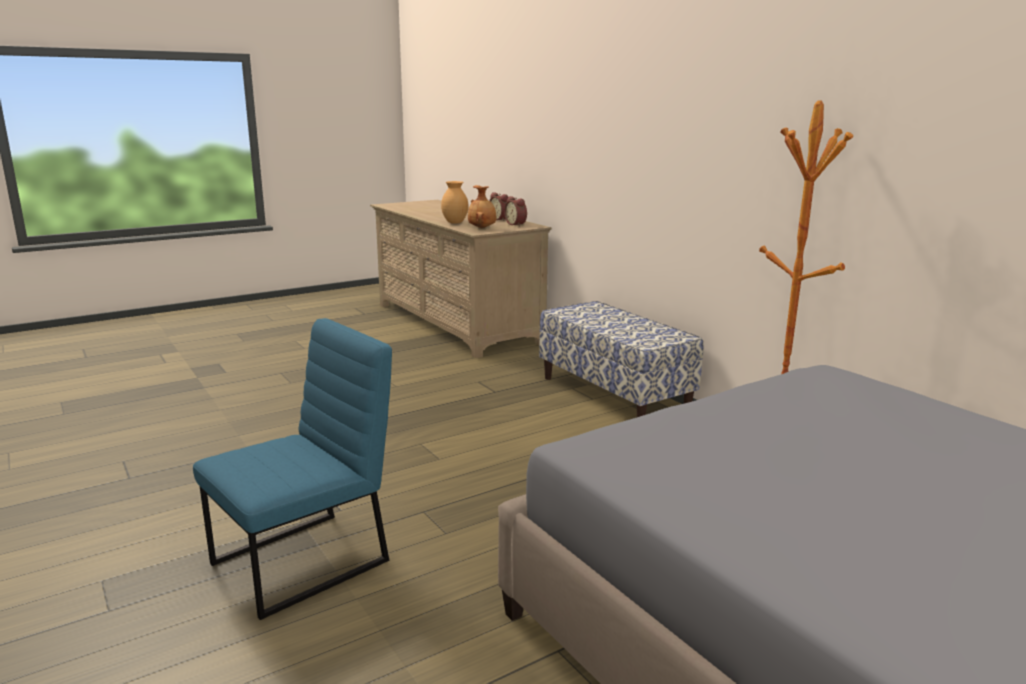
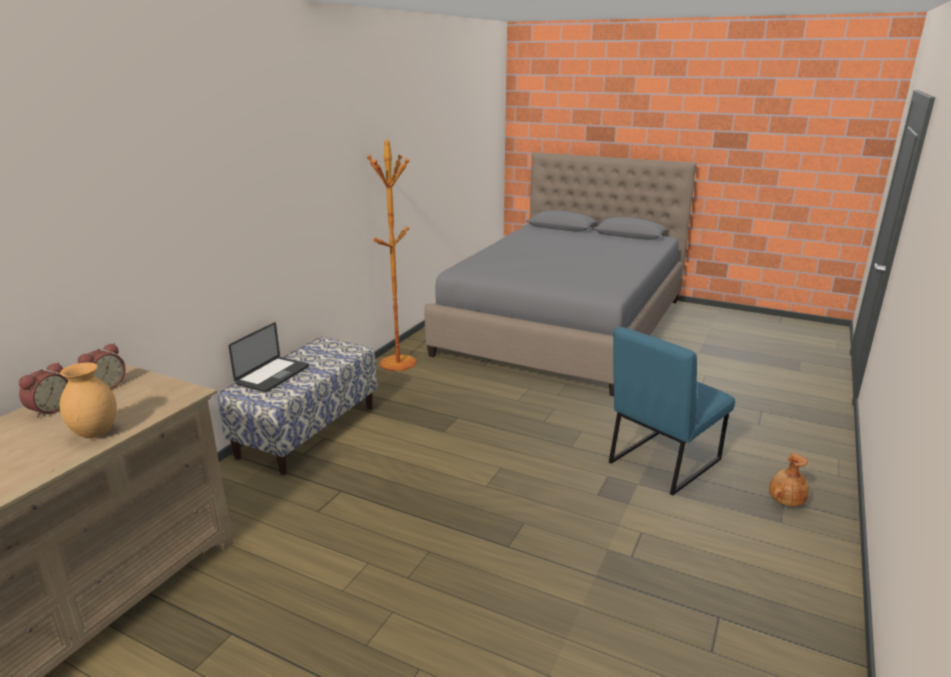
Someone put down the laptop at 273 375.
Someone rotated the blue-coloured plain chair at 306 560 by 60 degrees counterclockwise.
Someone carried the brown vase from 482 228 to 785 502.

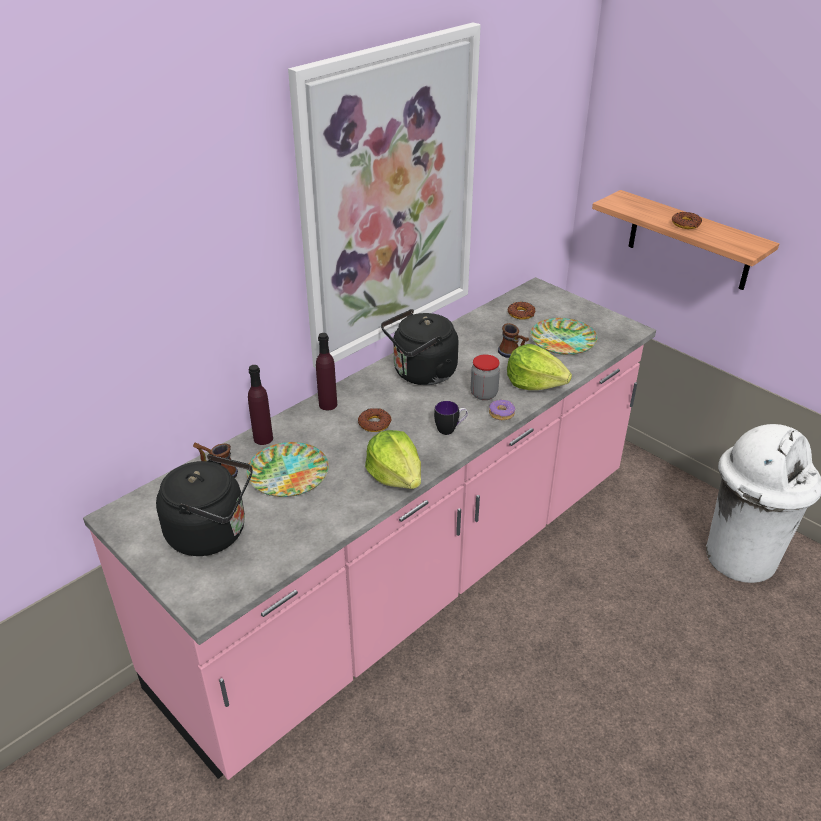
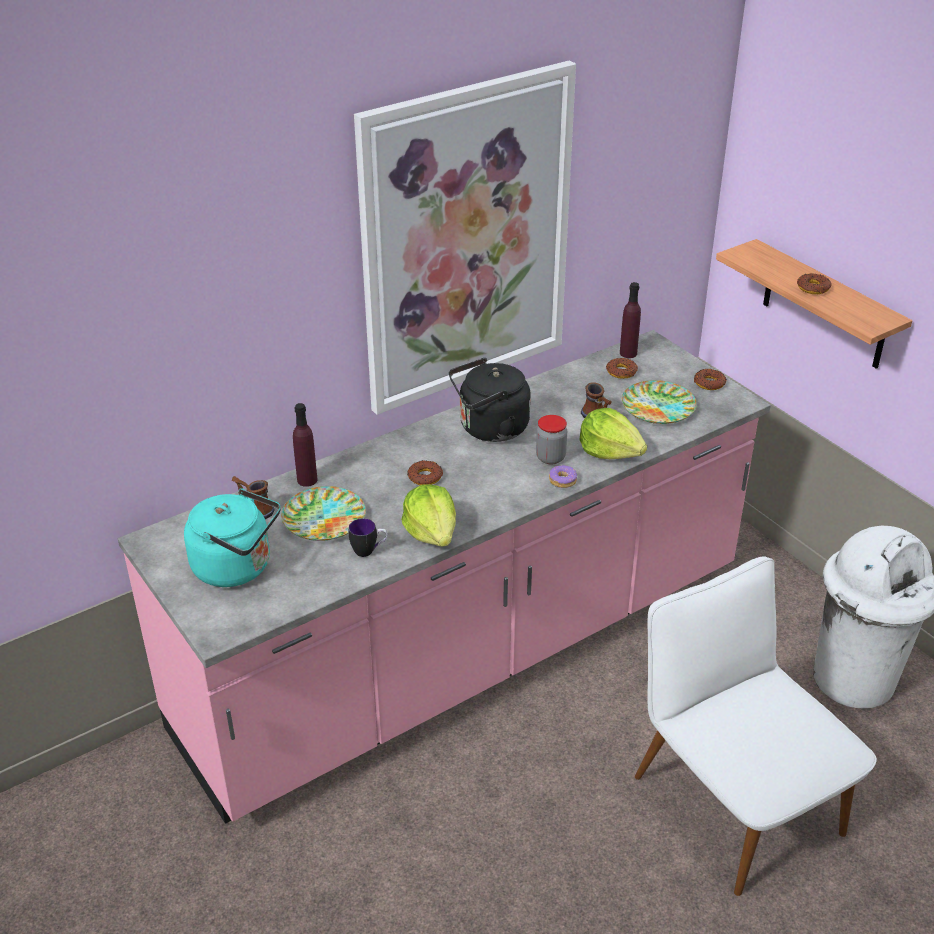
Someone repainted the blackish tea kettle at 212 533, which became the turquoise-coloured tea kettle at 237 567.
Someone carried the tea mug from 450 429 to 369 551.
Someone carried the purplish bottle from 328 404 to 628 353.
Someone put down the whitish plain chair at 737 804.
Someone put down the ring doughnut at 709 383.

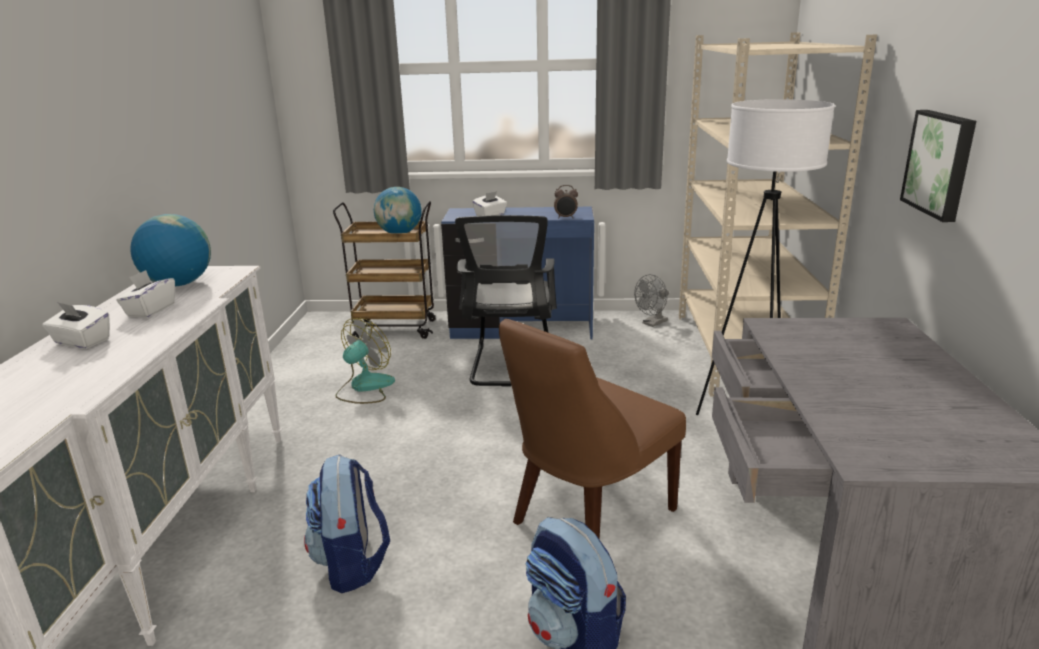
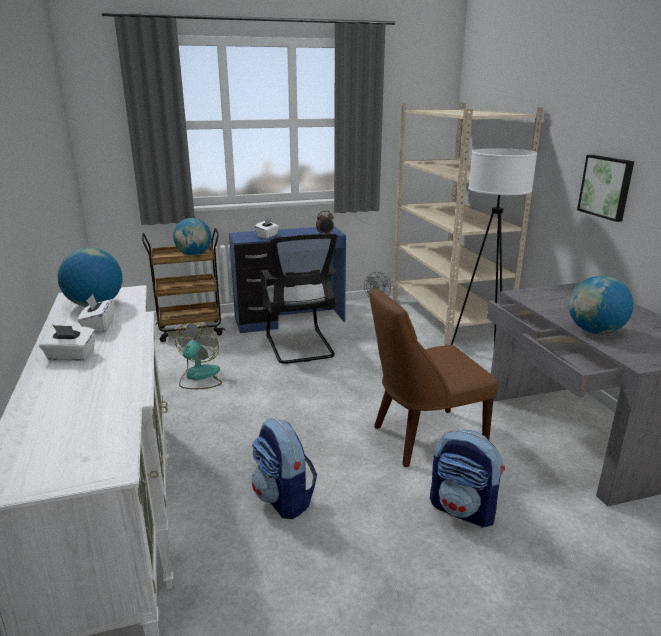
Someone rotated the brown plain chair at 588 519 by 45 degrees clockwise.
Someone put down the desk globe at 595 331.

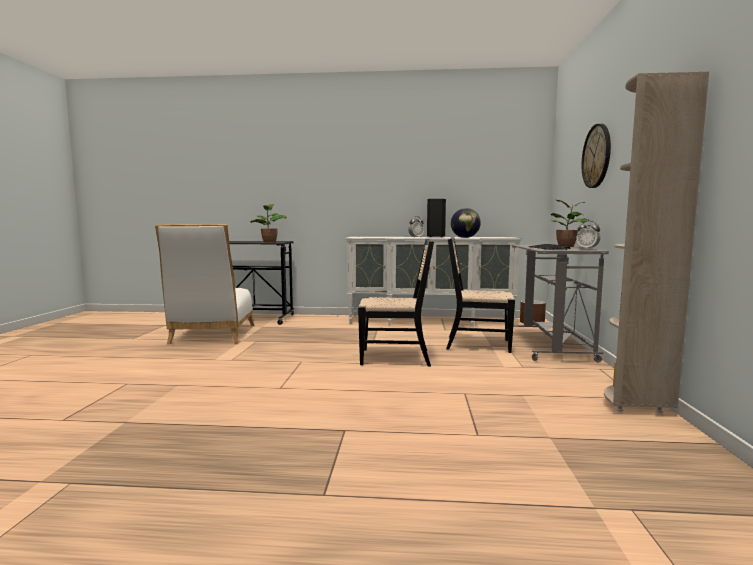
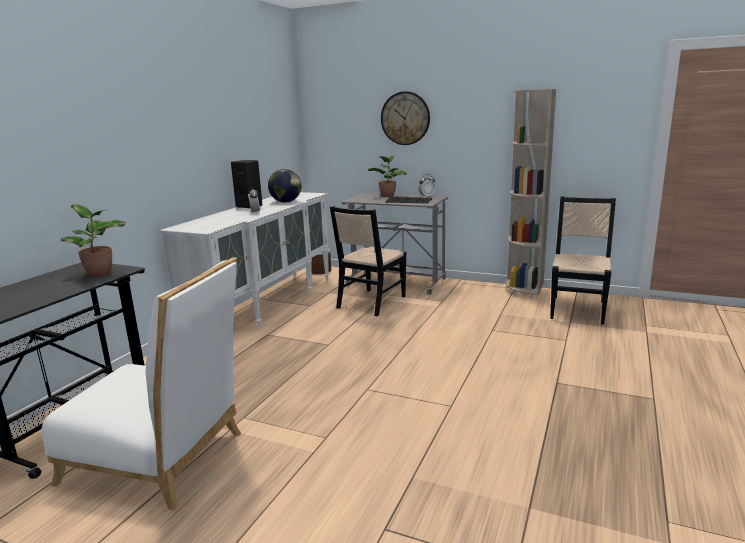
Someone carried the plain chair from 395 357 to 577 310.

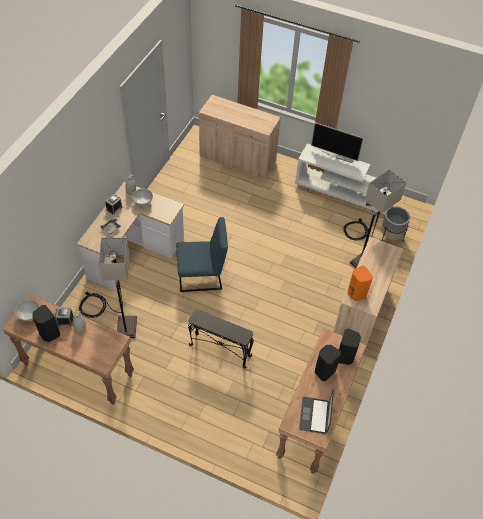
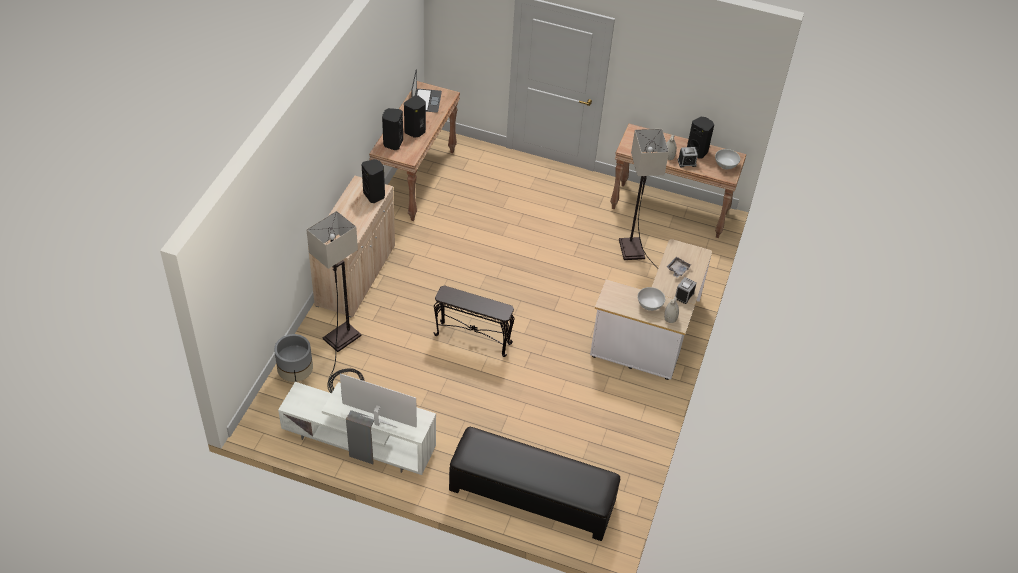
Someone repainted the orangey audio speaker at 356 293, which became the blackish audio speaker at 374 195.
Someone carried the blackish side table from 220 350 to 472 340.
Someone swapped the beige cabinet at 237 159 for the blackish indoor bench at 531 495.
Someone took away the blue-coloured plain chair at 202 276.

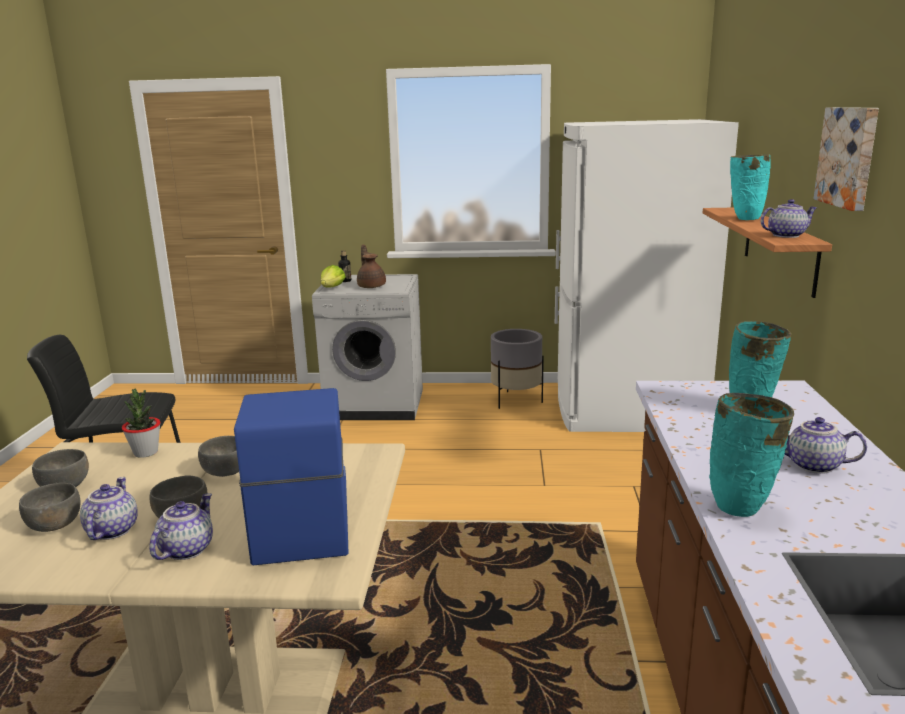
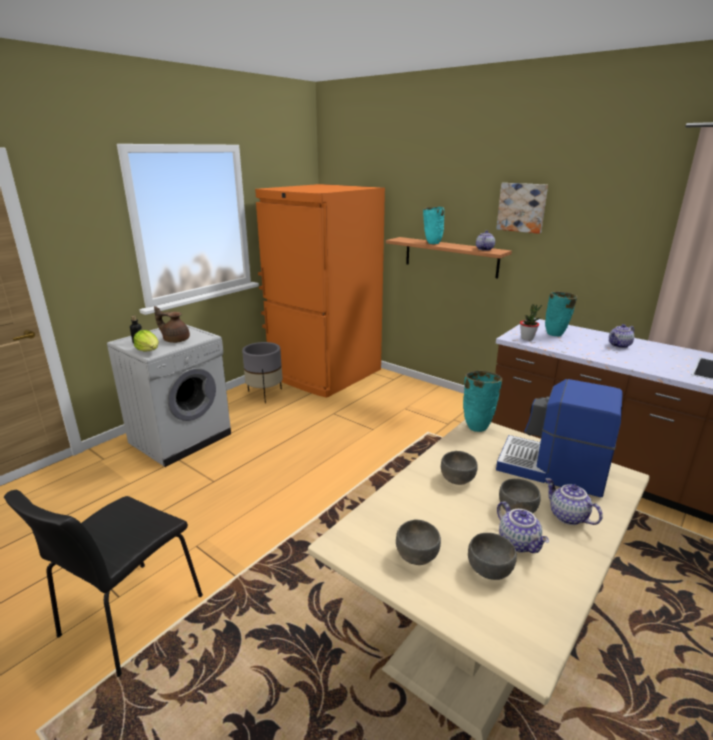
Someone repainted the whitish fridge at 625 406, which became the orangey fridge at 324 373.
Someone carried the turquoise-coloured vase from 742 509 to 478 427.
Someone rotated the tea pot at 111 530 by 150 degrees counterclockwise.
Someone carried the plant in a pot from 146 453 to 527 338.

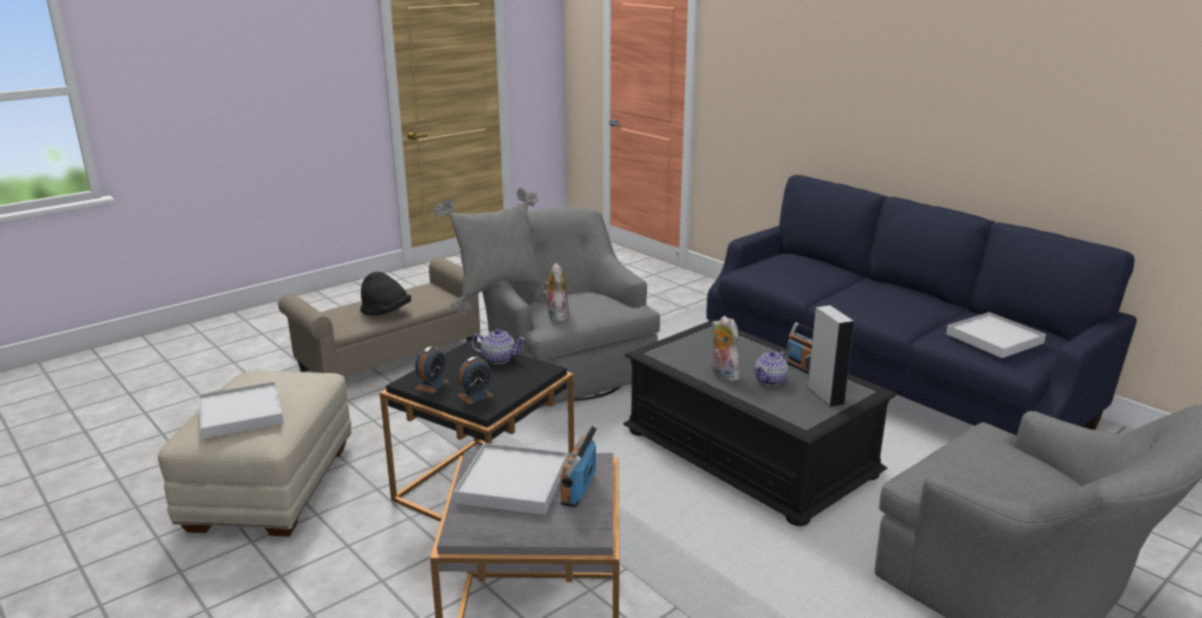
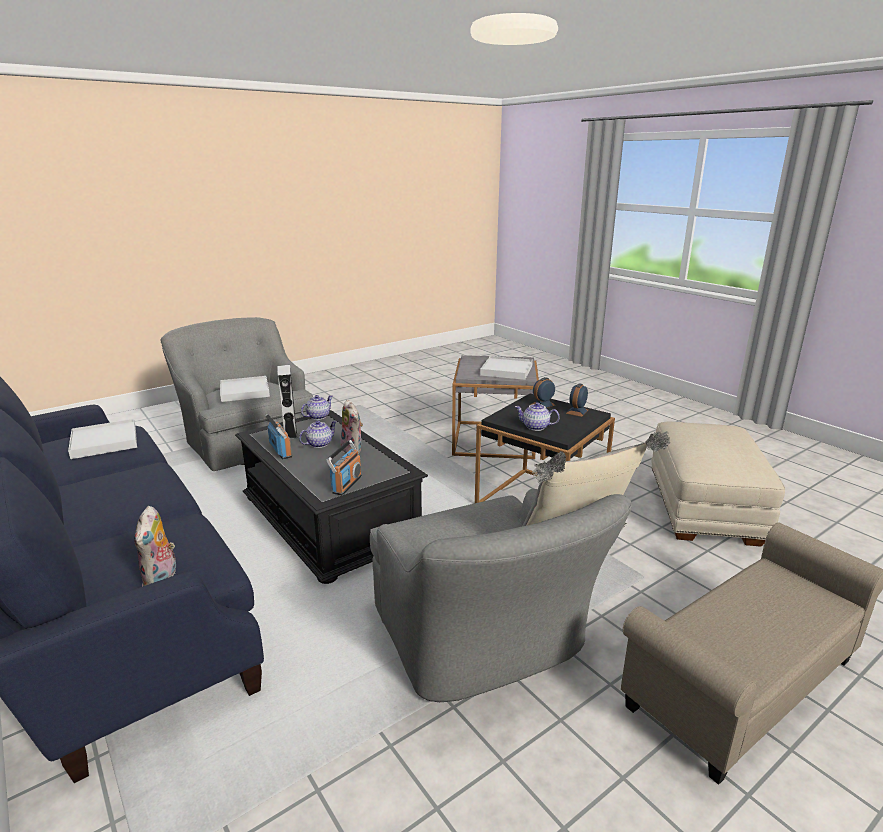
Someone carried the soft toy from 556 316 to 162 579.
Someone carried the whitish serving tray from 241 413 to 244 391.
Someone put down the tea pot at 317 416.
Someone carried the radio set from 578 488 to 346 484.
Someone took away the blackish clothing hat at 386 313.

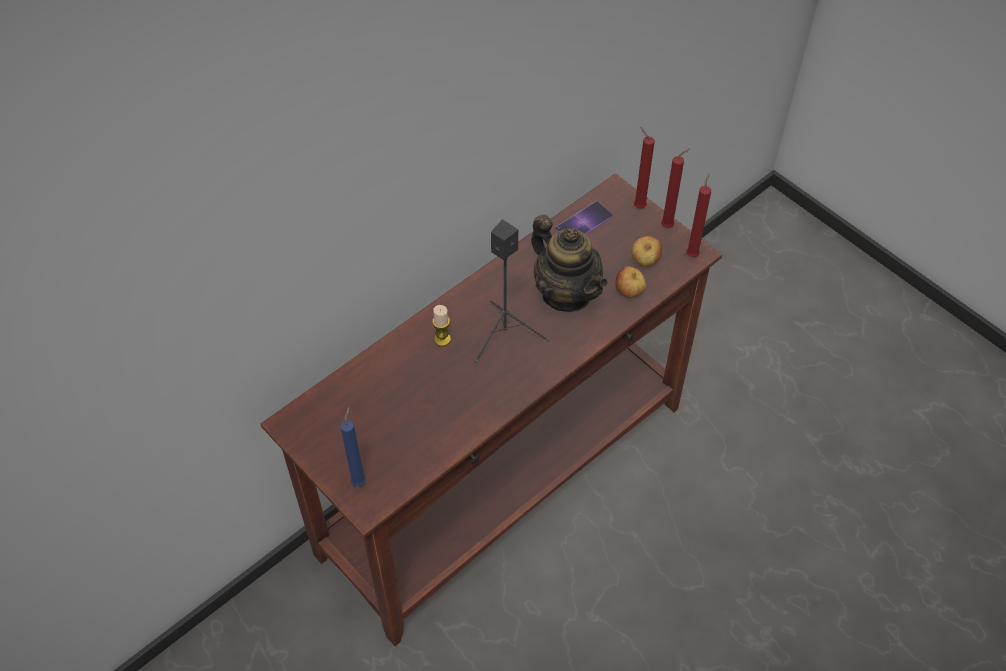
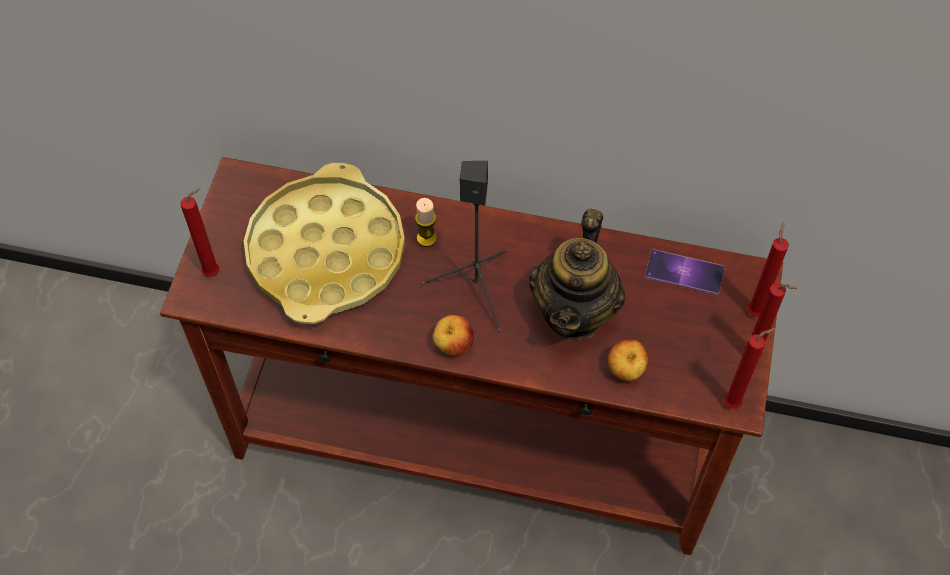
Someone repainted the blue-coloured wax candle at 359 480, which became the red wax candle at 215 272.
Someone put down the yellow-coloured serving tray at 326 252.
Someone carried the apple from 645 262 to 453 345.

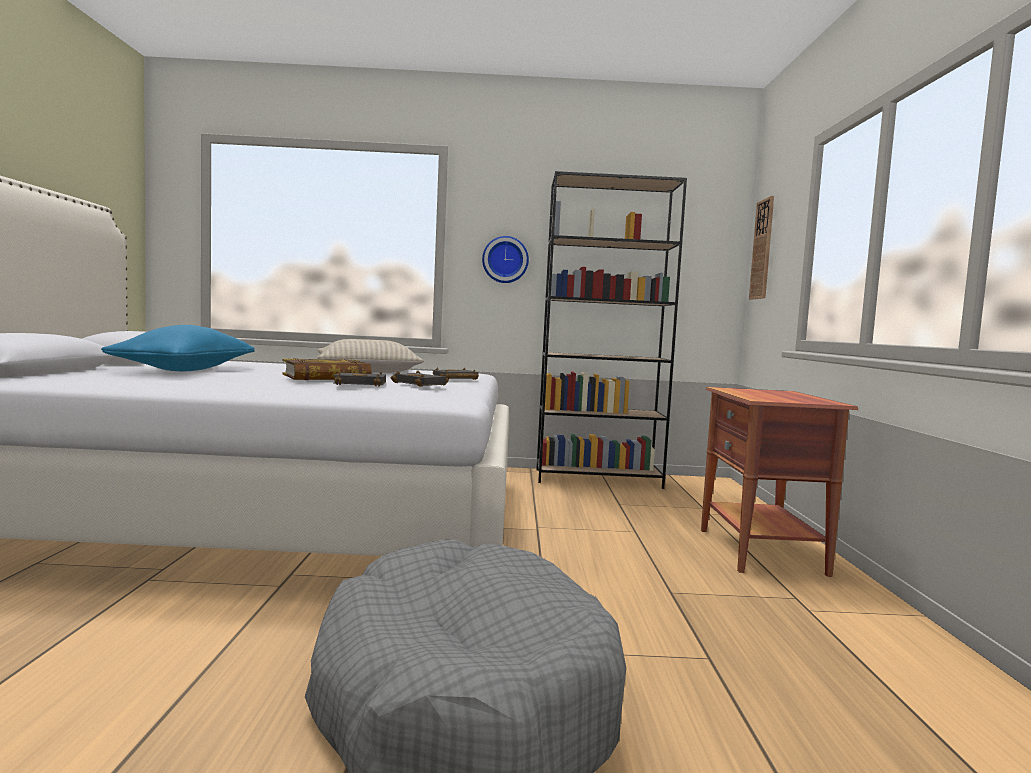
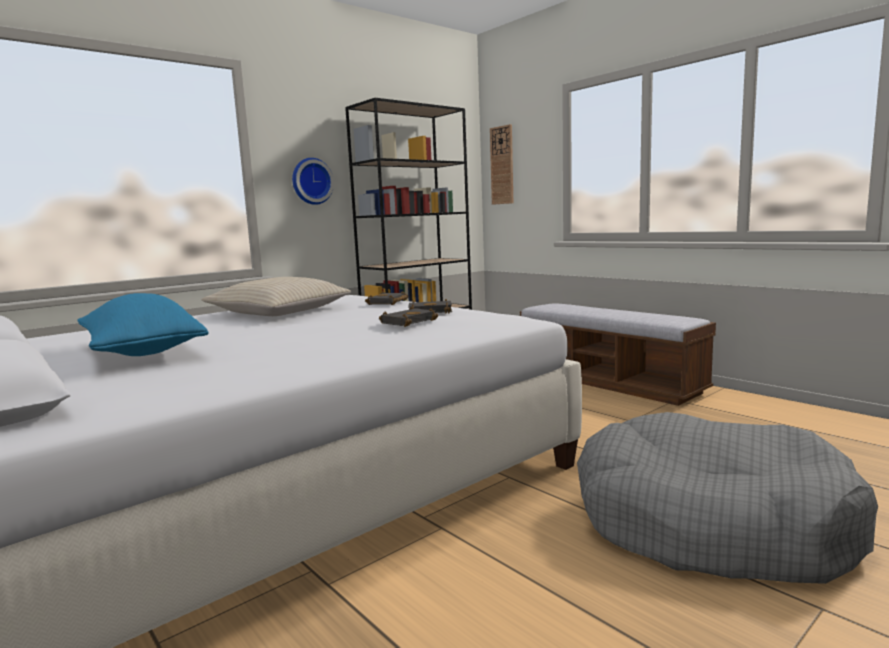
Someone swapped the night table at 762 552 for the indoor bench at 608 382.
Someone took away the volume at 326 377.

